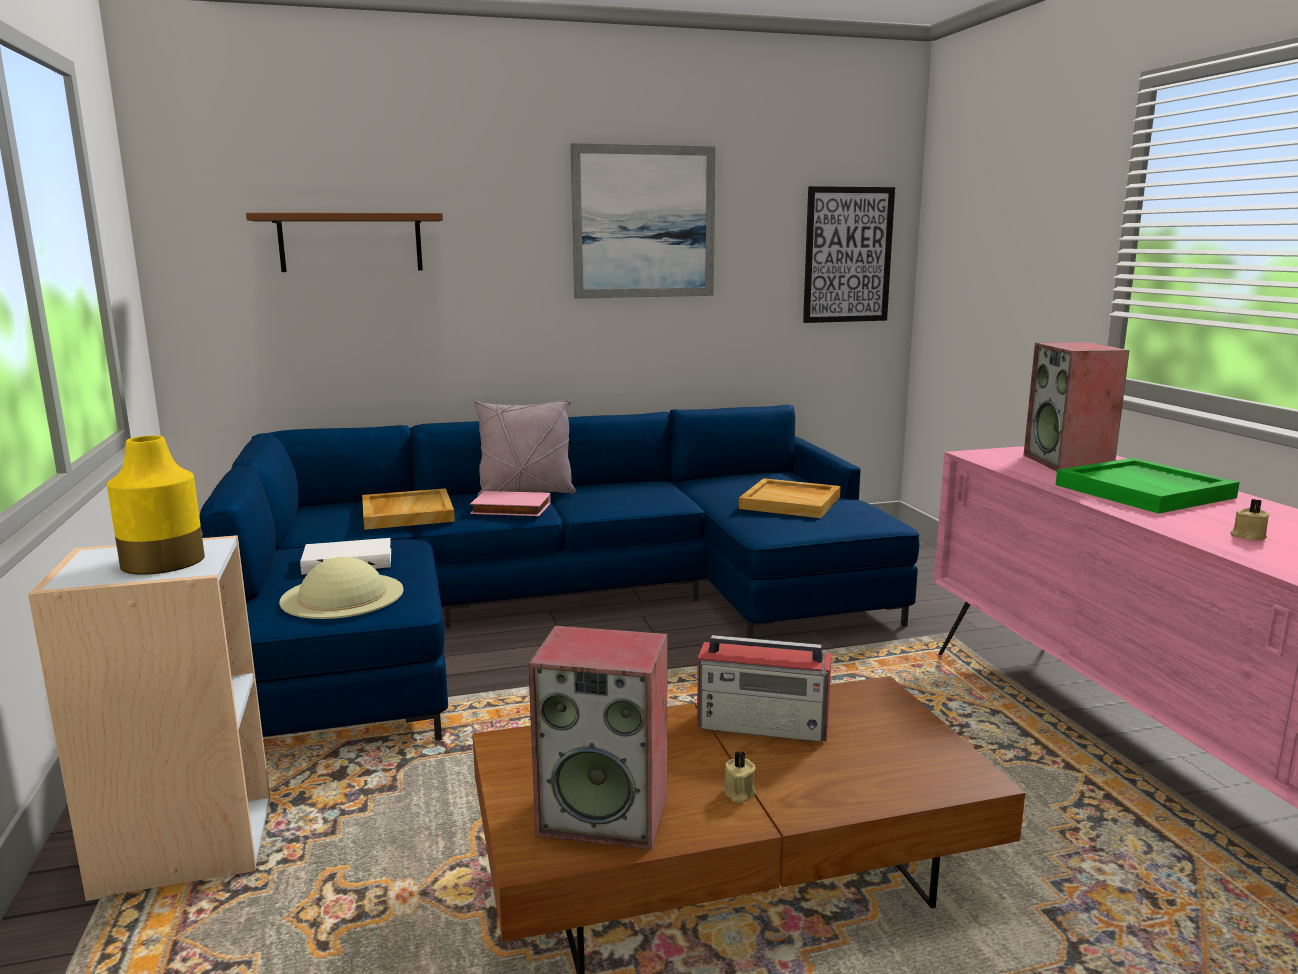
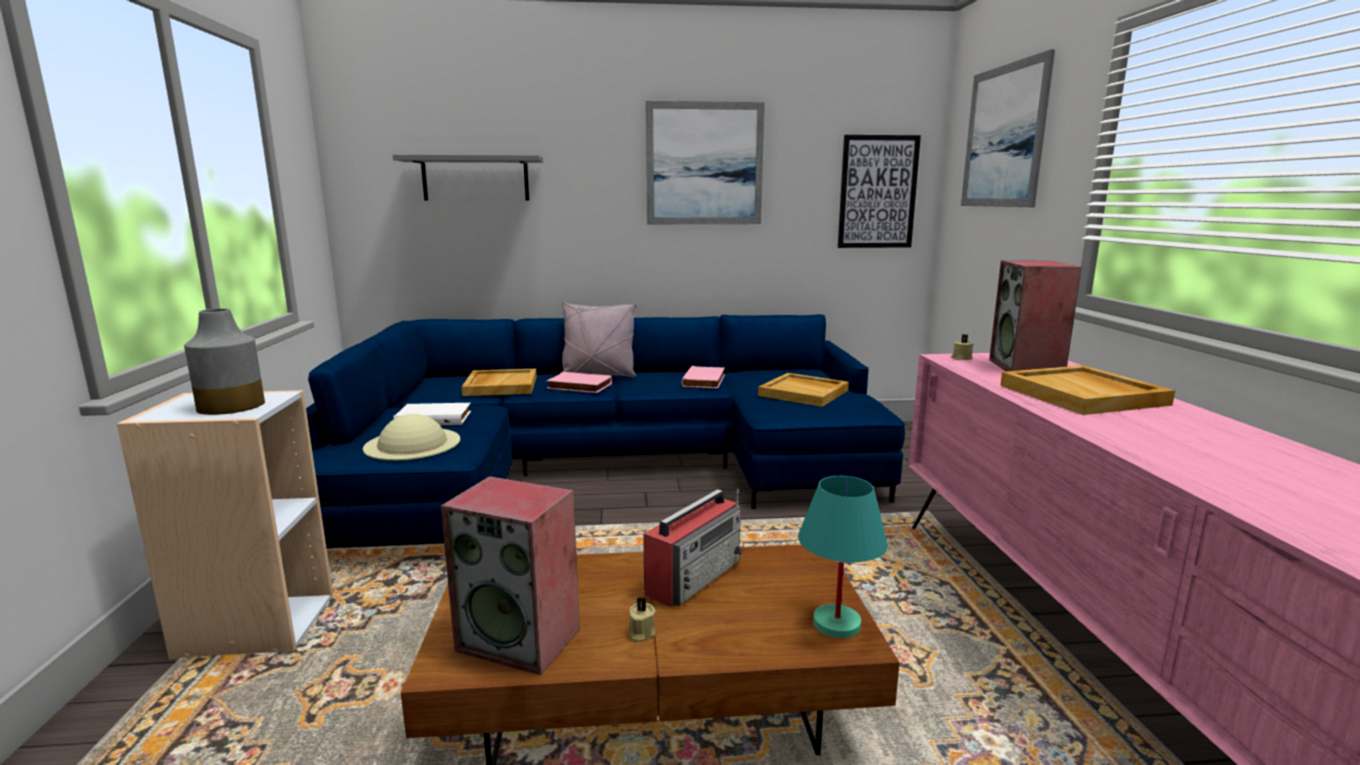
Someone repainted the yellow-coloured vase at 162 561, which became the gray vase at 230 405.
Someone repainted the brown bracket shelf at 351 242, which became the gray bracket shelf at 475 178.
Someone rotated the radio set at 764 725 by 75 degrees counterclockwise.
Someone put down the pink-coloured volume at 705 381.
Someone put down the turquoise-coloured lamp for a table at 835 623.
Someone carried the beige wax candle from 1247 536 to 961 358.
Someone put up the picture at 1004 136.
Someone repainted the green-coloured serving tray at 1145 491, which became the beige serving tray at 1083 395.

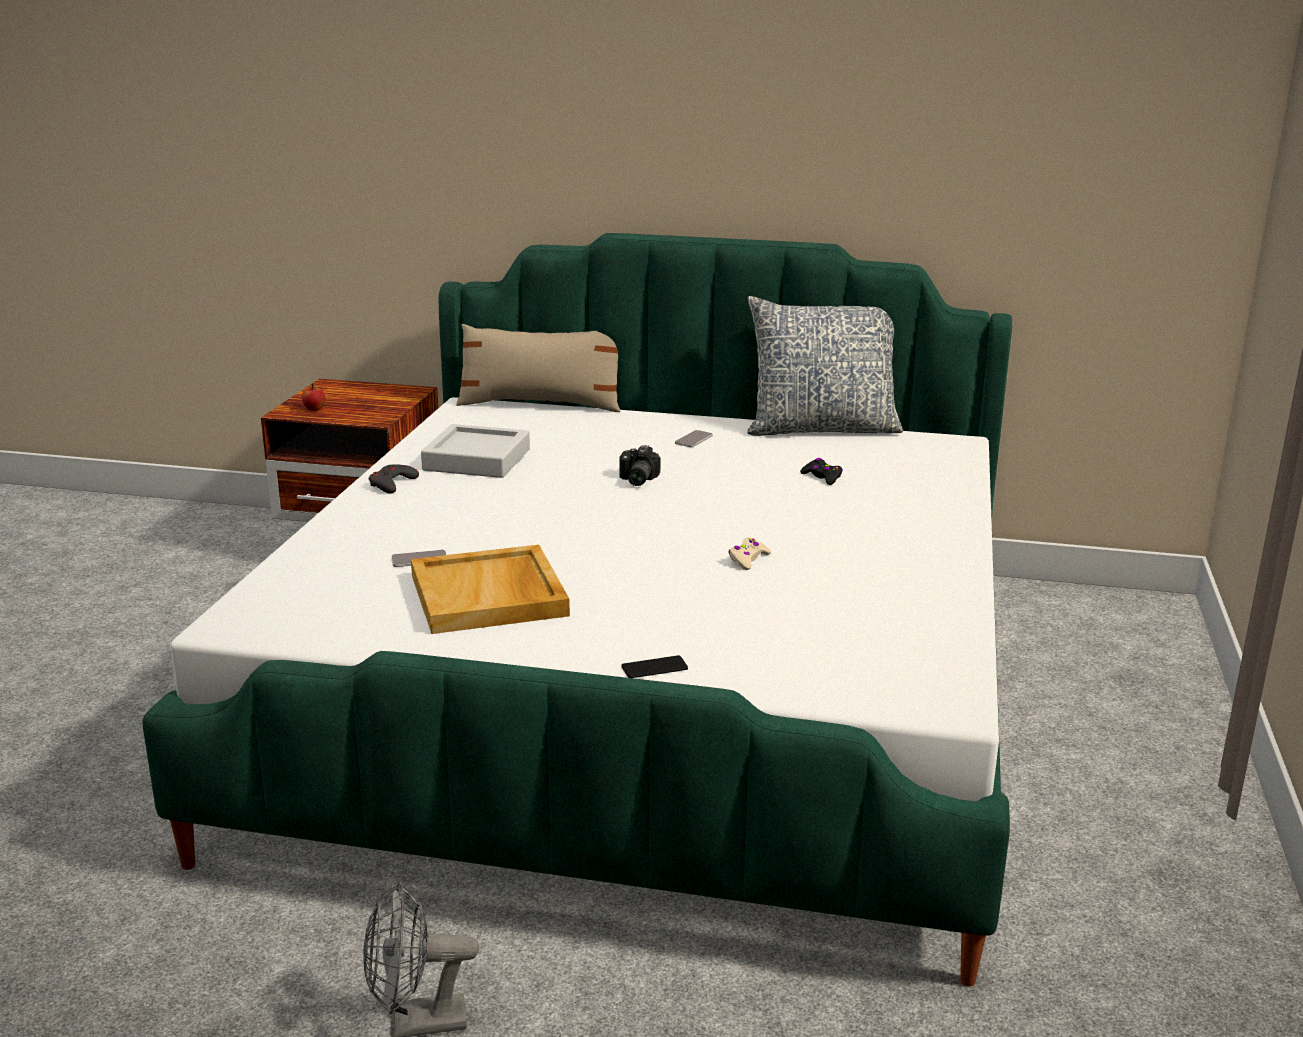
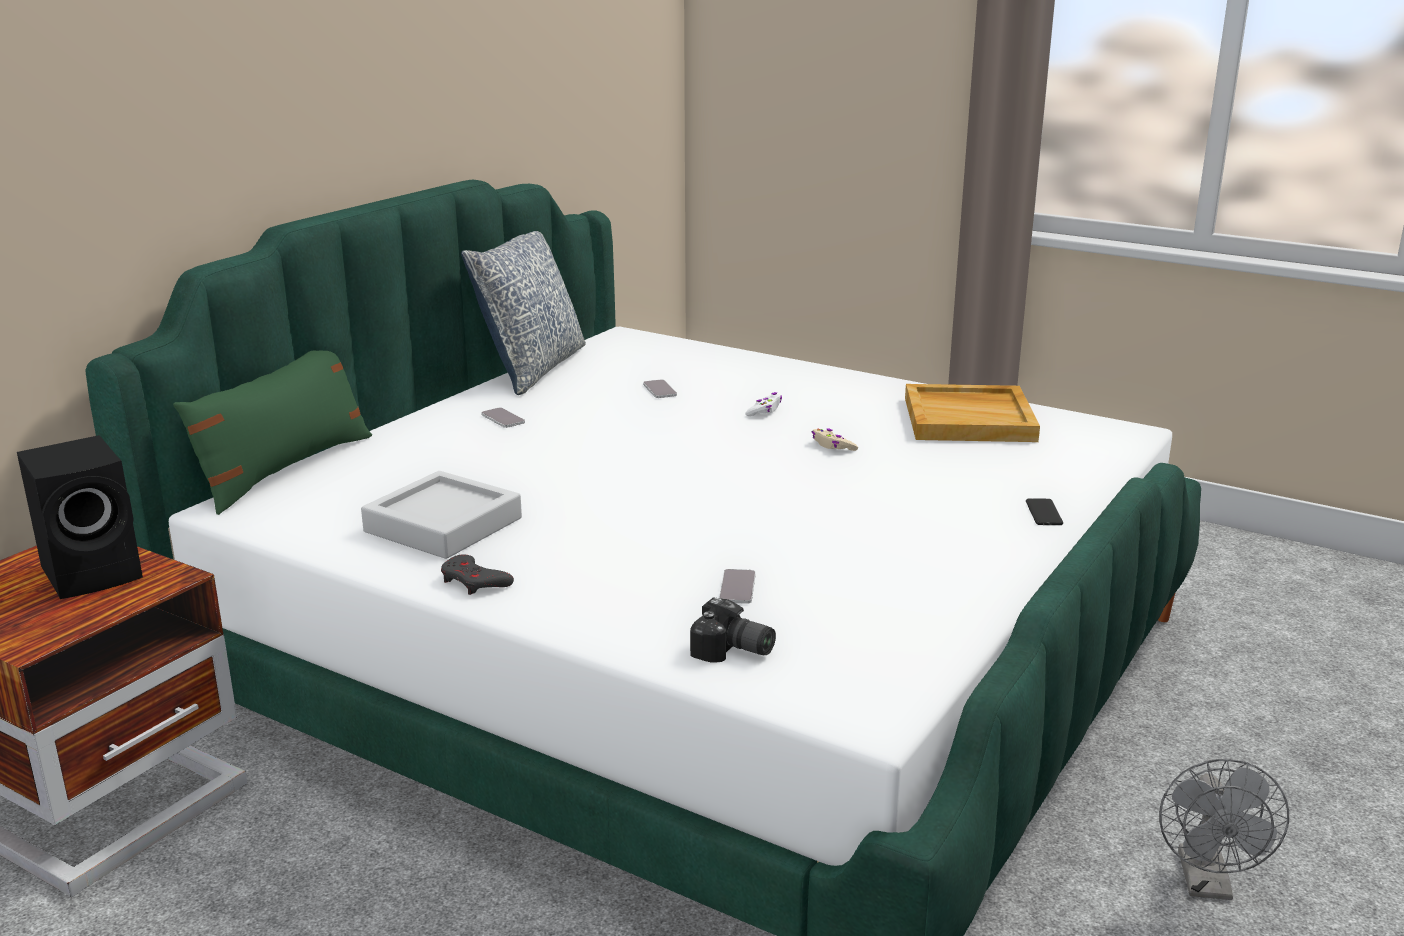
Someone put down the blackish audio speaker at 96 572.
Someone repainted the beige cushion at 540 404, which became the green-coloured cushion at 285 469.
Someone swapped the blackish gamepad at 822 477 for the handset at 659 390.
Someone carried the photo camera from 636 480 to 732 652.
Someone put down the whitish gamepad at 764 410.
Someone carried the beige serving tray from 490 595 to 969 419.
Someone took away the apple at 314 409.

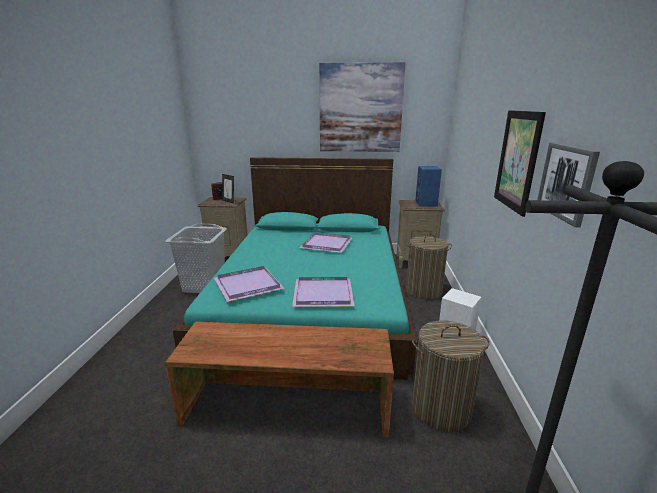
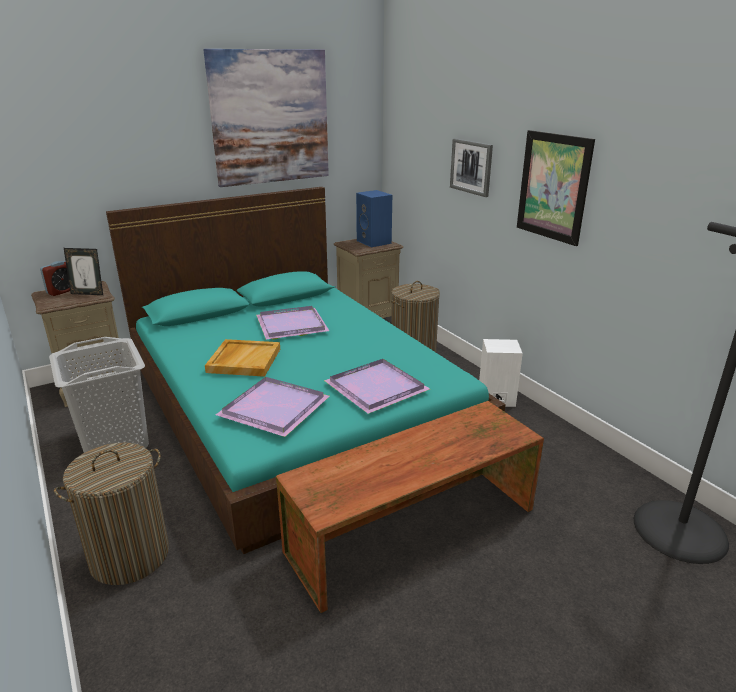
Someone carried the laundry basket from 441 408 to 130 556.
Someone put down the beige serving tray at 244 360.
Someone carried the picture from 566 182 to 471 167.

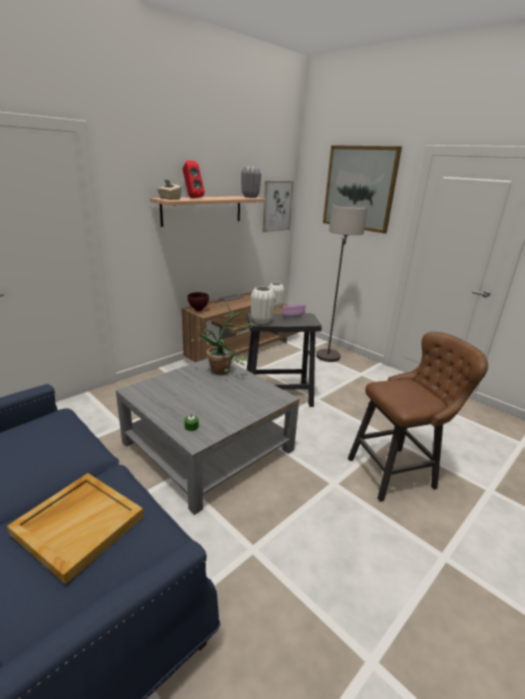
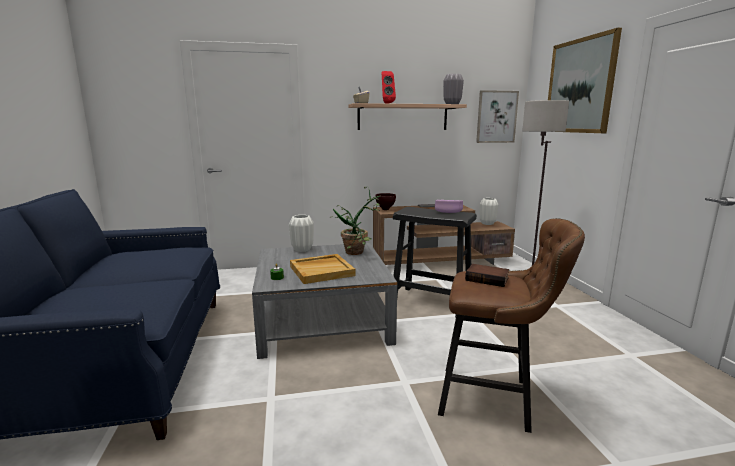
Someone carried the whitish vase from 261 321 to 302 249.
Someone carried the beige serving tray from 79 524 to 322 271.
Someone put down the volume at 488 279.

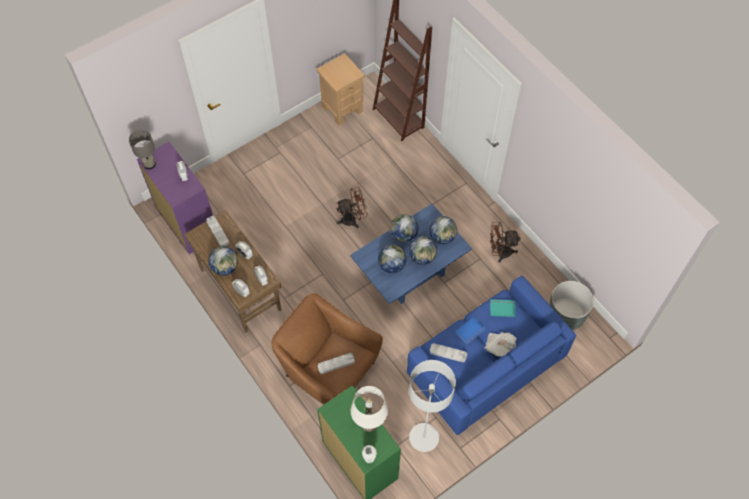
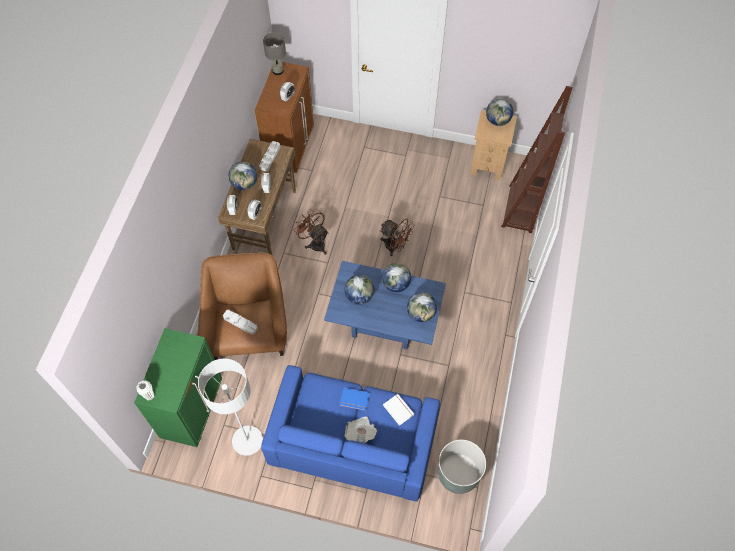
Someone repainted the purplish cabinet at 187 222, which became the brown cabinet at 289 145.
Someone carried the brown electric fan from 500 252 to 315 243.
Someone repainted the turquoise-coloured volume at 502 308, which became the whitish volume at 399 409.
Someone carried the desk globe from 422 257 to 497 121.
Someone took away the whitish lamp for a table at 369 423.
Someone took away the gray serving tray at 448 353.

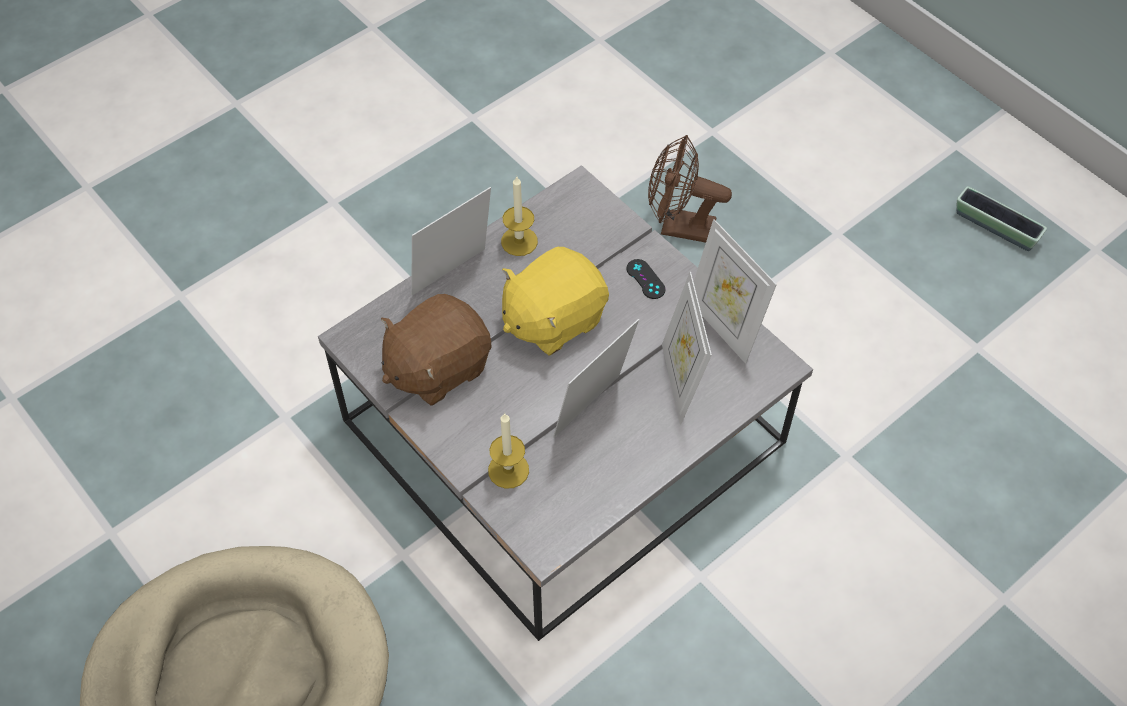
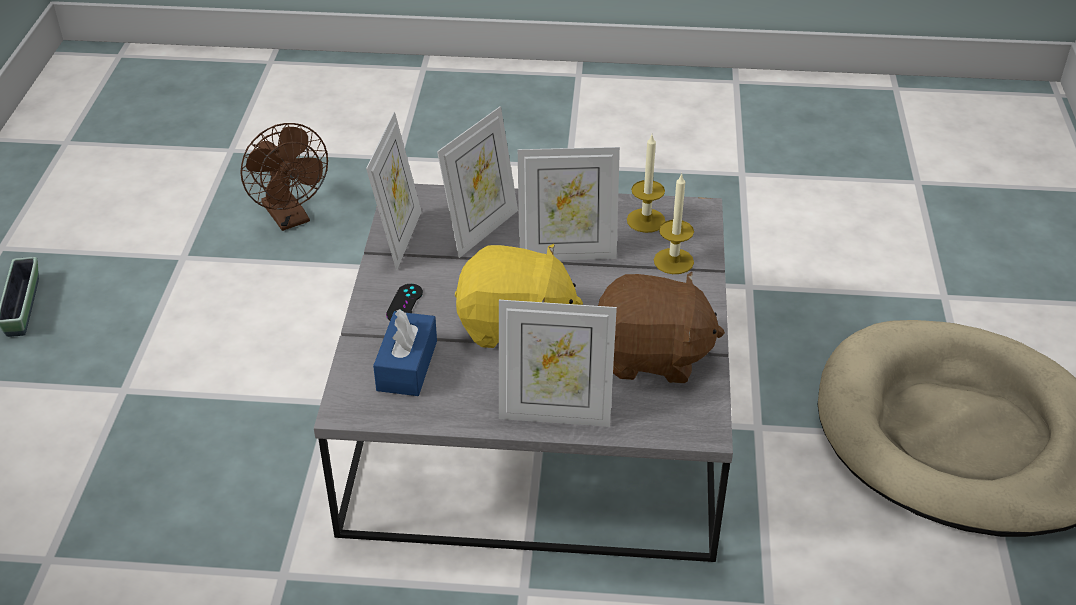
Someone carried the brown electric fan from 678 227 to 290 218.
Someone put down the blue-coloured tissue holder at 407 366.
Someone carried the wax candle from 519 241 to 646 220.

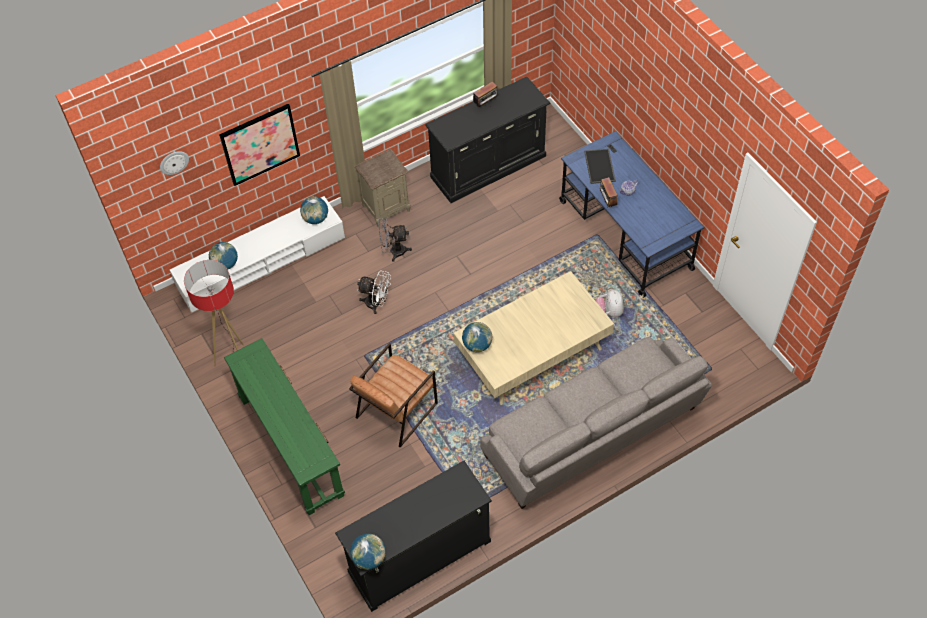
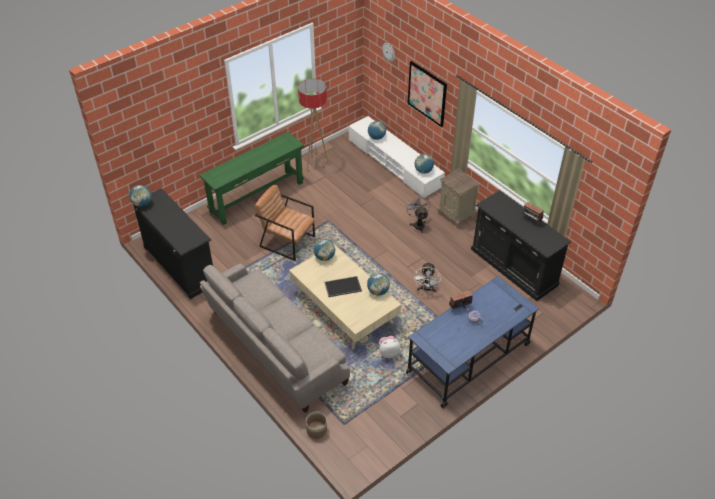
Someone put down the planter at 316 430.
Someone carried the serving tray from 600 166 to 342 287.
Someone put down the desk globe at 378 291.
Someone carried the whitish electric fan from 376 303 to 426 289.

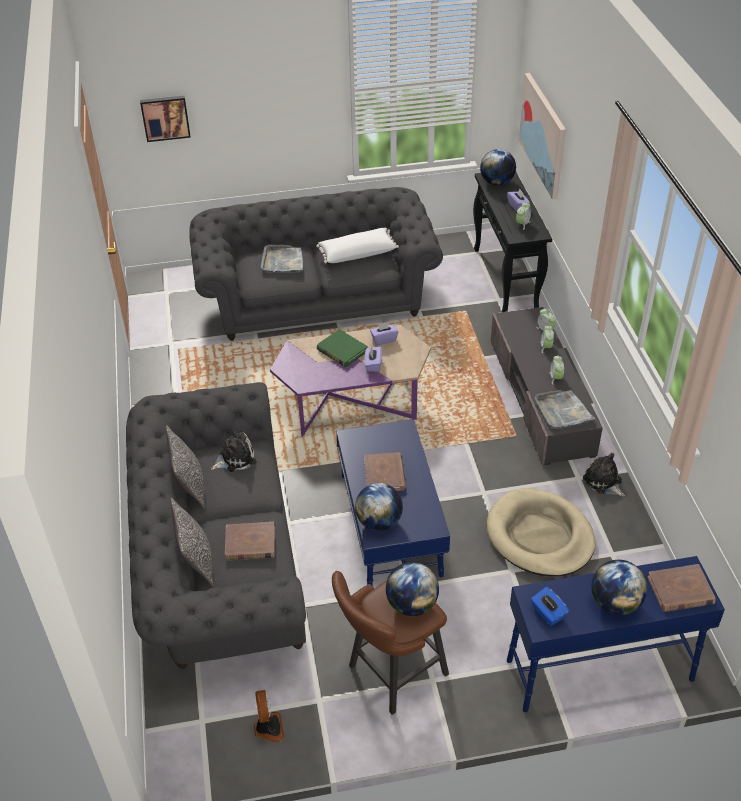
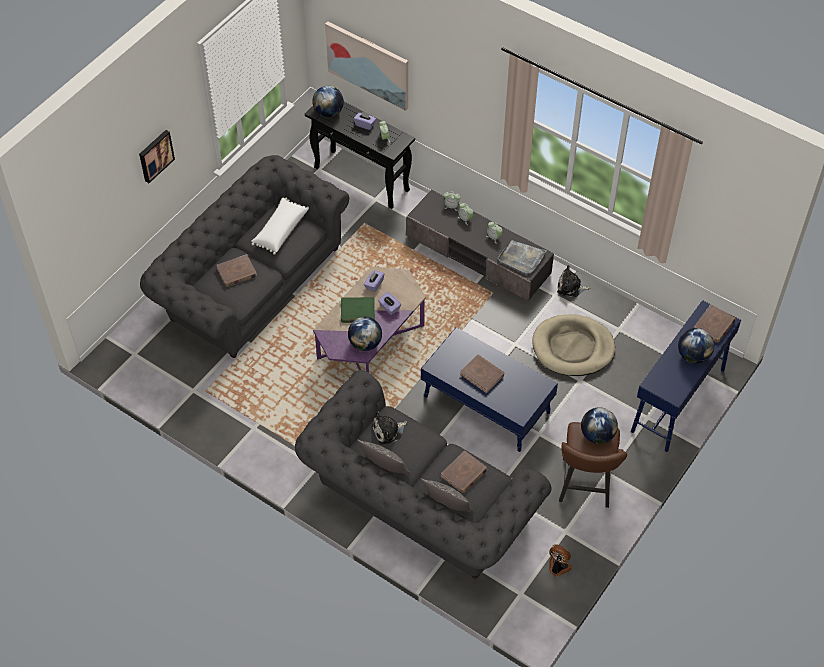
Someone carried the picture from 165 117 to 155 155.
Someone swapped the gray serving tray at 282 261 for the brown volume at 237 272.
Someone carried the desk globe from 379 522 to 365 343.
Someone rotated the soft toy at 235 458 by 135 degrees counterclockwise.
Someone took away the blue-coloured tissue holder at 547 613.

